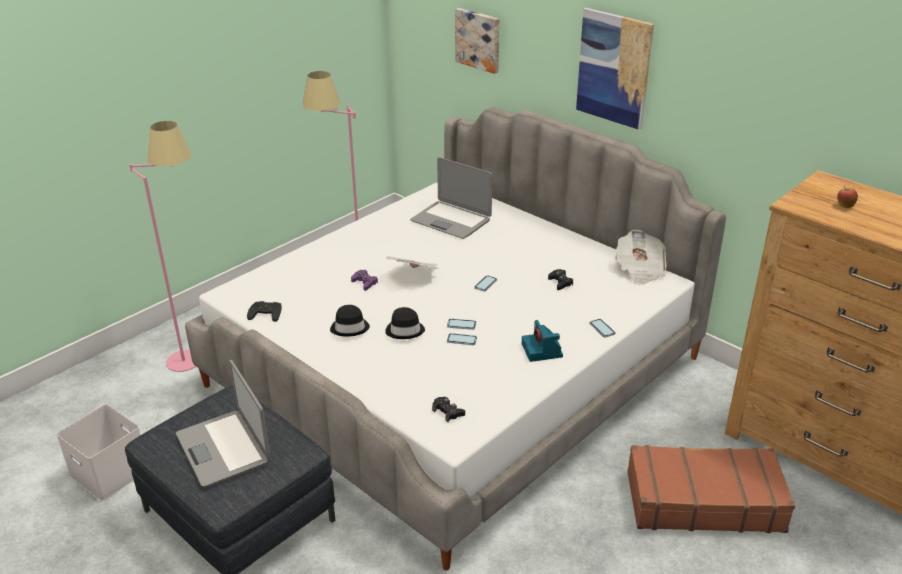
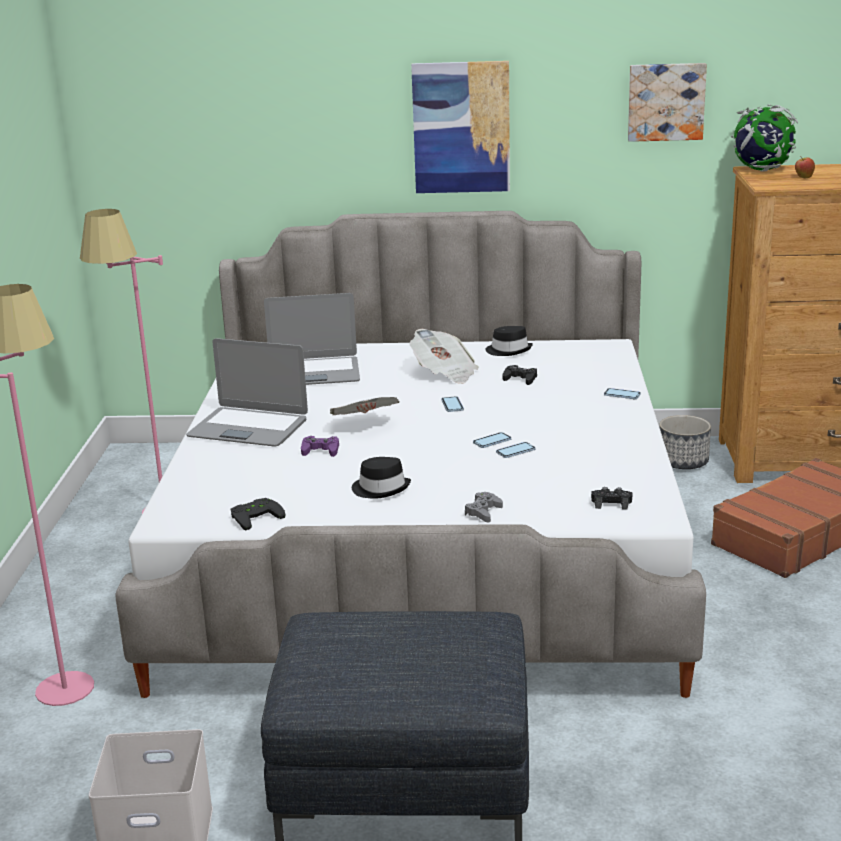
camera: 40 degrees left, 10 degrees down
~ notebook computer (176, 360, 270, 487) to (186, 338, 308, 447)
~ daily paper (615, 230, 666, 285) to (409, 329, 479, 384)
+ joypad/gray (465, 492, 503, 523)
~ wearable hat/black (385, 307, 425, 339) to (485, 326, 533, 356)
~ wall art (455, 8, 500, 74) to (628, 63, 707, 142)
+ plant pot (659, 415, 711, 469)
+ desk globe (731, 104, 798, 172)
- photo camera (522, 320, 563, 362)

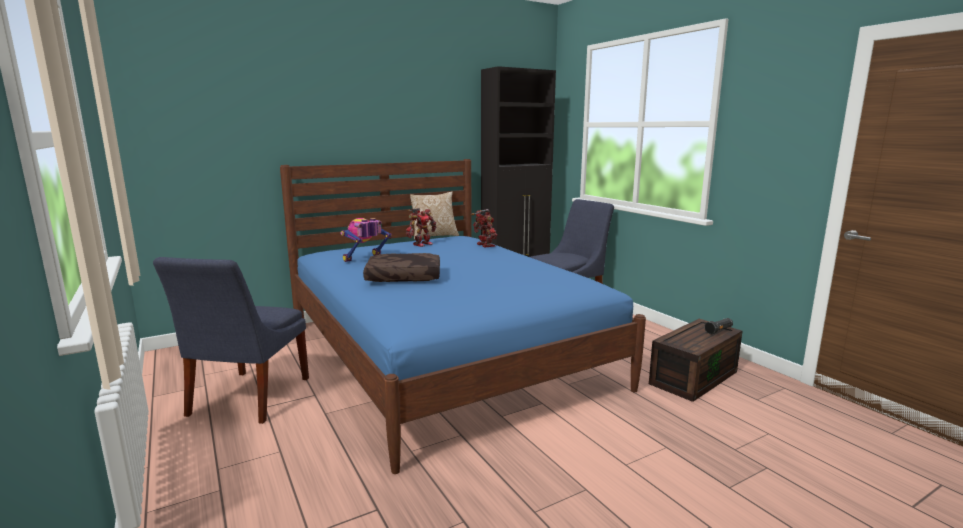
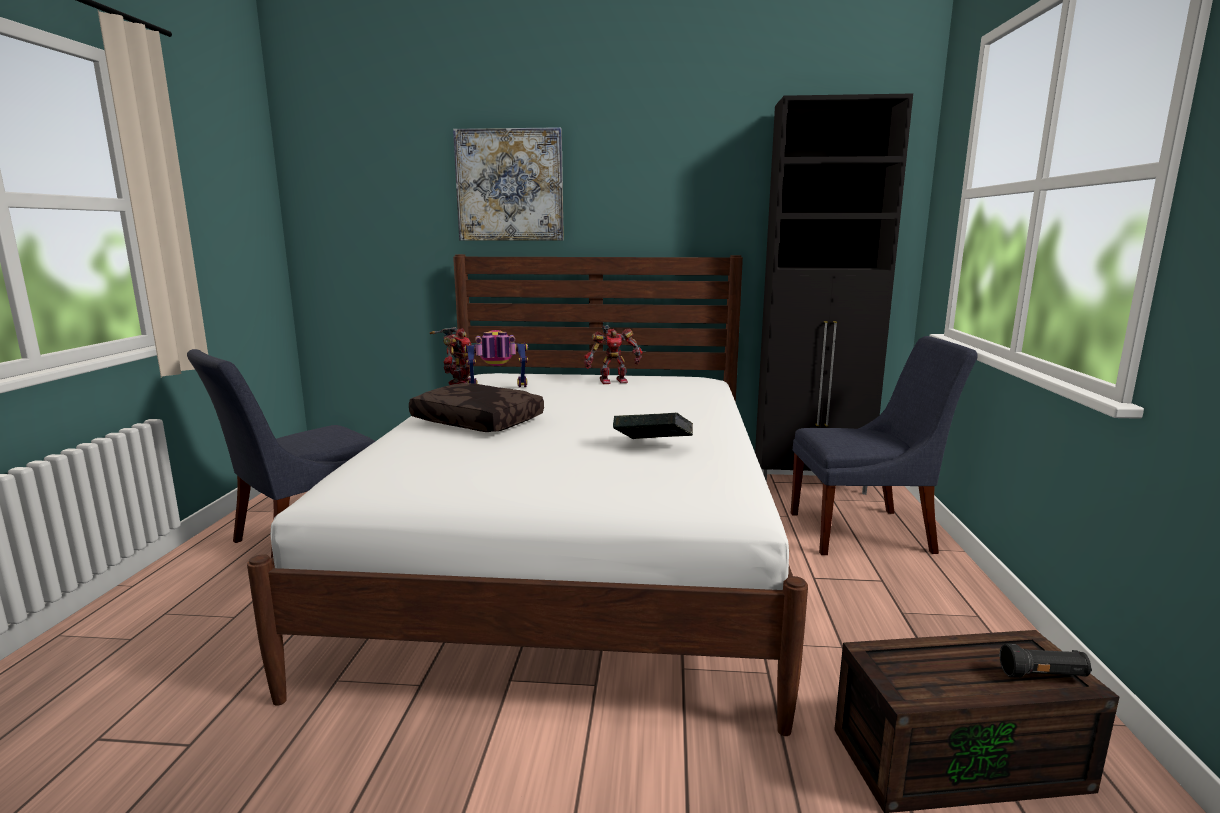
camera: 35 degrees right, 0 degrees up
~ sleeping bed/blue (280, 159, 646, 474) to sleeping bed/whitish (247, 254, 808, 736)
~ robot figure (471, 209, 497, 247) to (430, 327, 471, 385)
+ wall art (453, 127, 564, 240)
+ volume (613, 413, 693, 439)
- cushion (410, 191, 459, 240)

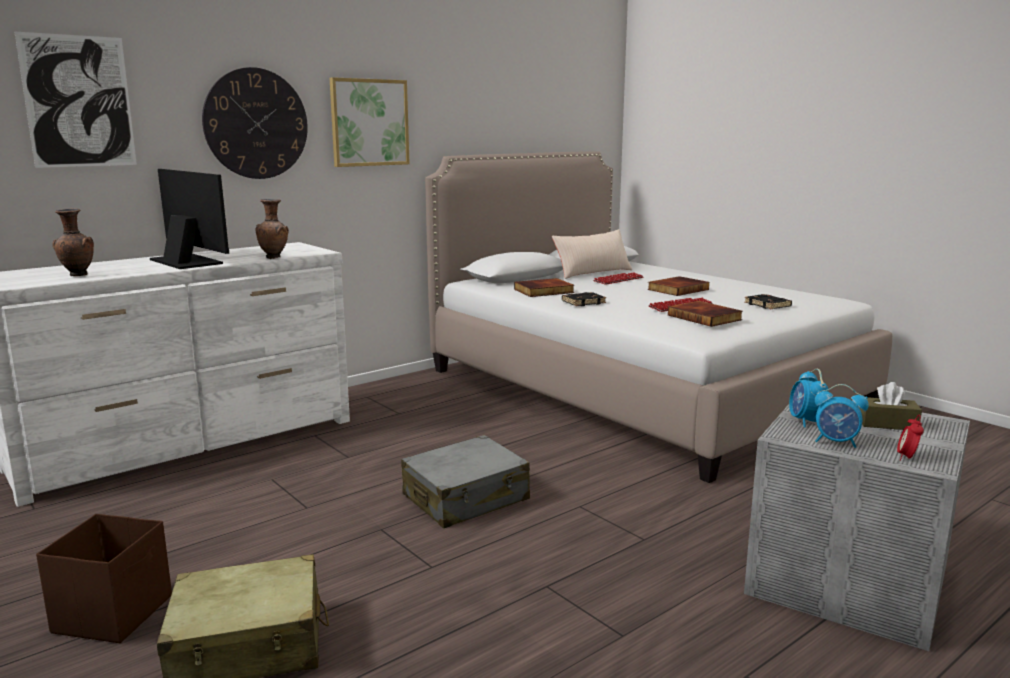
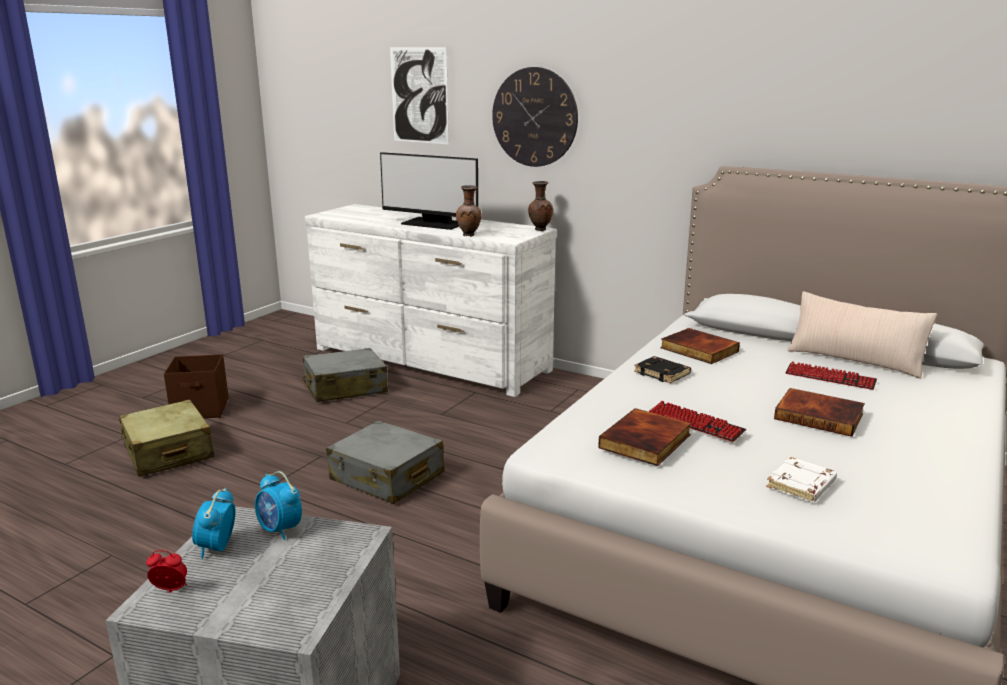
camera: 70 degrees right, 5 degrees up
~ alarm clock (789, 369, 828, 427) = (255, 471, 302, 540) 120 degrees counterclockwise
+ travel case/gray (302, 348, 388, 402)
~ computer display (150, 169, 229, 269) = (380, 152, 478, 230) 90 degrees clockwise
~ flower vase/brown (53, 209, 94, 276) to (528, 181, 553, 231)
~ volume/black (744, 294, 792, 309) to volume/whitish (766, 457, 837, 502)
- wall art (329, 77, 410, 167)
- tissue holder/brown (859, 382, 922, 430)

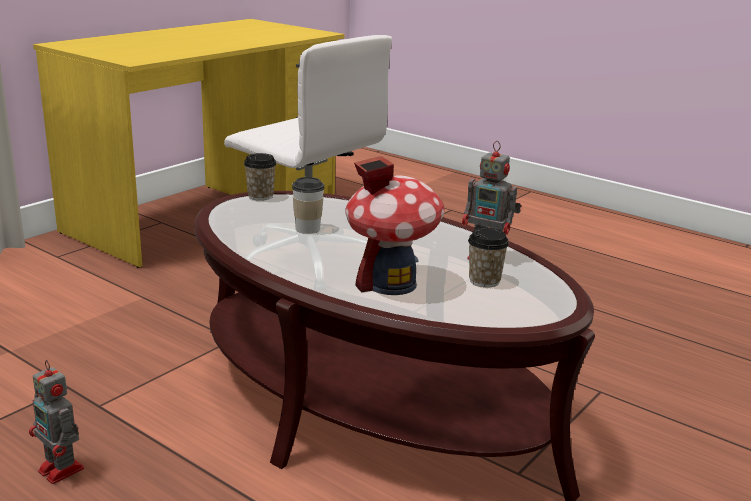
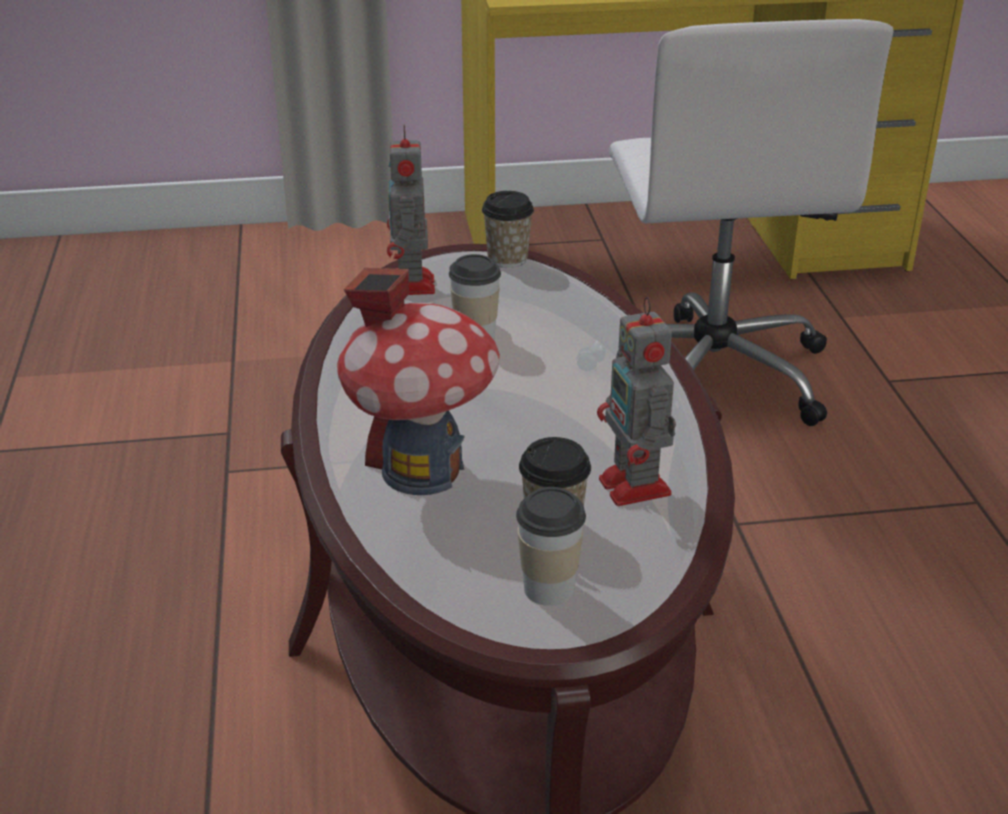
camera: 45 degrees right, 10 degrees up
~ robot figure (29, 360, 84, 484) to (387, 124, 435, 295)
+ cup (516, 487, 586, 606)

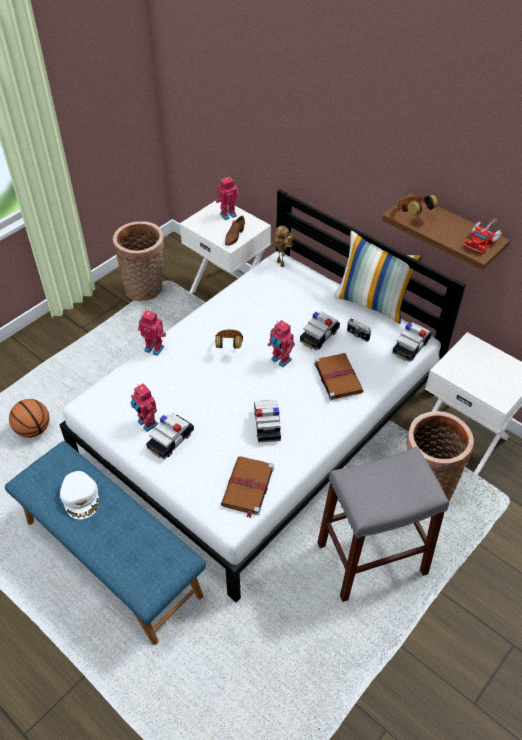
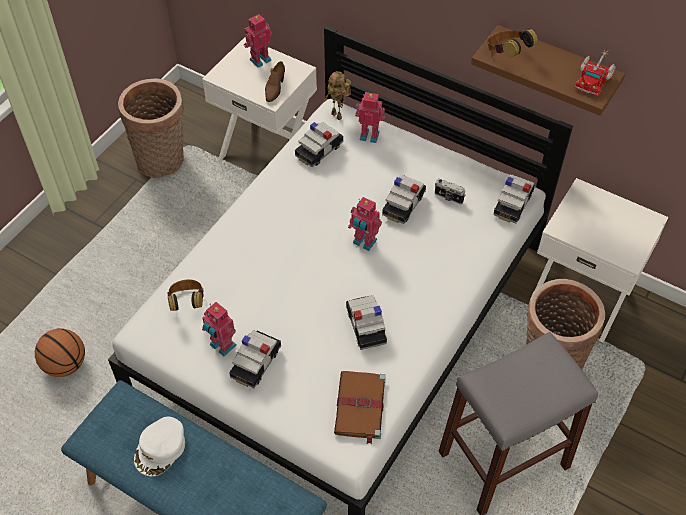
camera: 10 degrees left, 5 degrees up
~ baseball cap/whitish (60, 471, 99, 519) = (134, 417, 185, 476) 60 degrees clockwise
~ headphones (215, 329, 243, 349) to (167, 279, 204, 311)
+ toy car (295, 122, 343, 167)
~ robot figure (138, 310, 166, 356) to (355, 92, 385, 143)
- volume/brown (314, 353, 363, 400)
- cushion (334, 230, 422, 324)

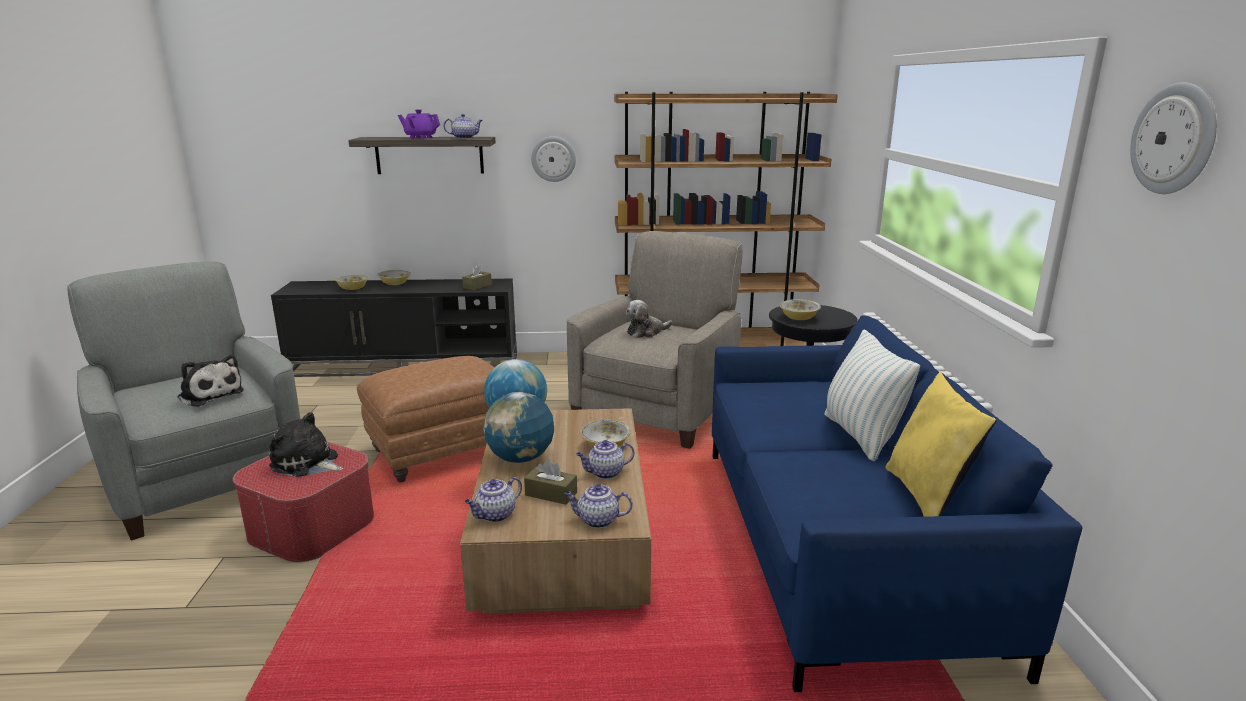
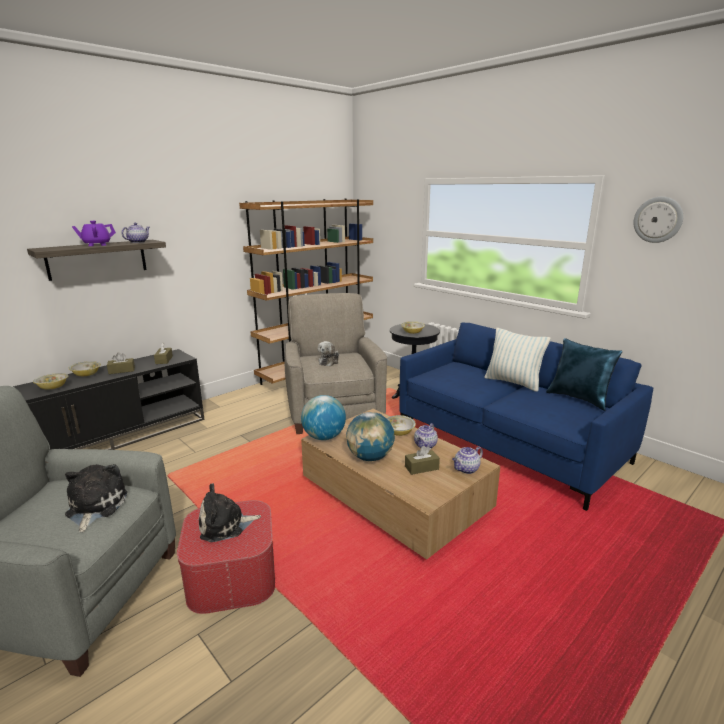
camera: 40 degrees left, 0 degrees up
~ cuddly toy (177, 355, 244, 407) = (65, 464, 127, 532) 90 degrees counterclockwise
+ tissue holder/brown (107, 352, 135, 374)
~ cushion/yellow (885, 372, 996, 517) to cushion/blue (546, 338, 622, 411)
- footrest/brown (356, 356, 494, 482)
- tea pot (465, 477, 522, 522)
- clock on the wall (531, 136, 576, 182)

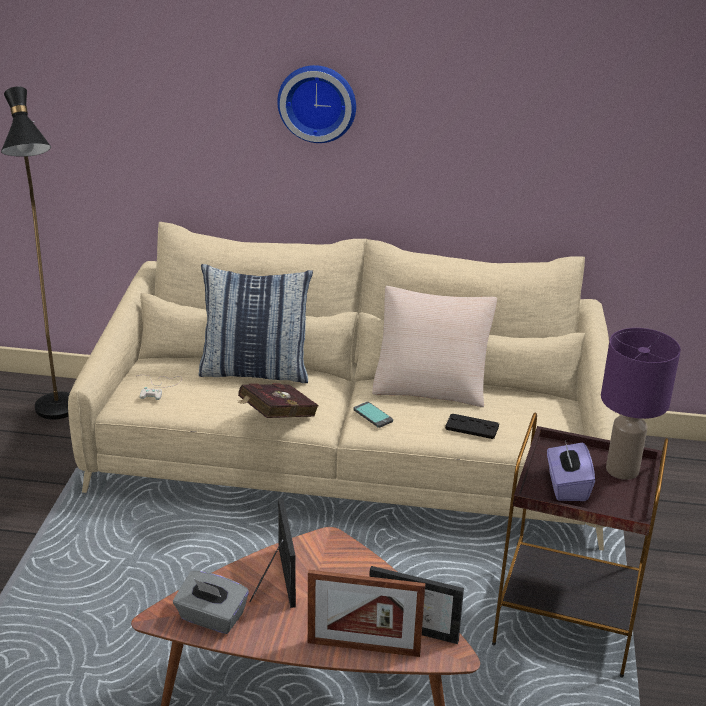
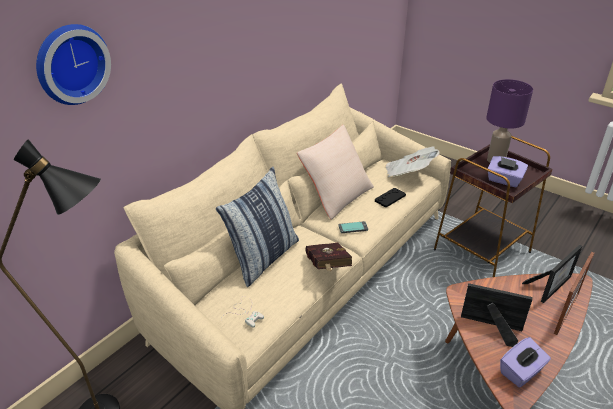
camera: 60 degrees left, 5 degrees up
~ clock on the wall (277, 65, 356, 143) to (36, 24, 111, 105)
+ daily paper (386, 147, 439, 177)
~ tissue holder/gray (173, 571, 249, 634) to tissue holder/purple (500, 337, 551, 387)

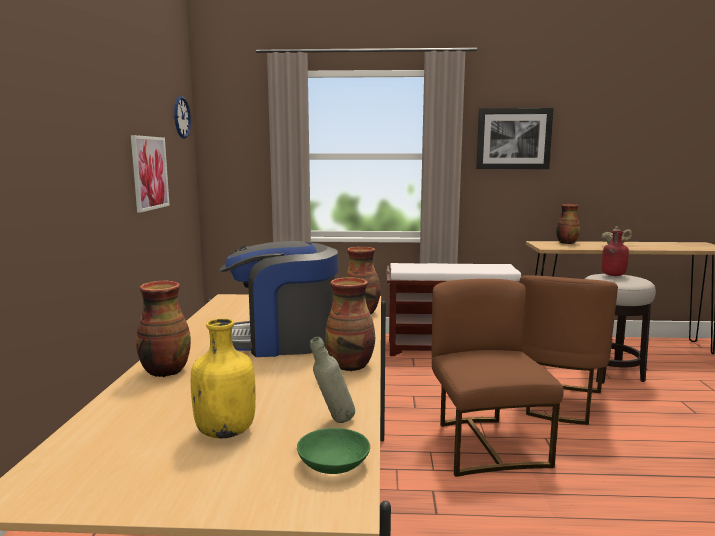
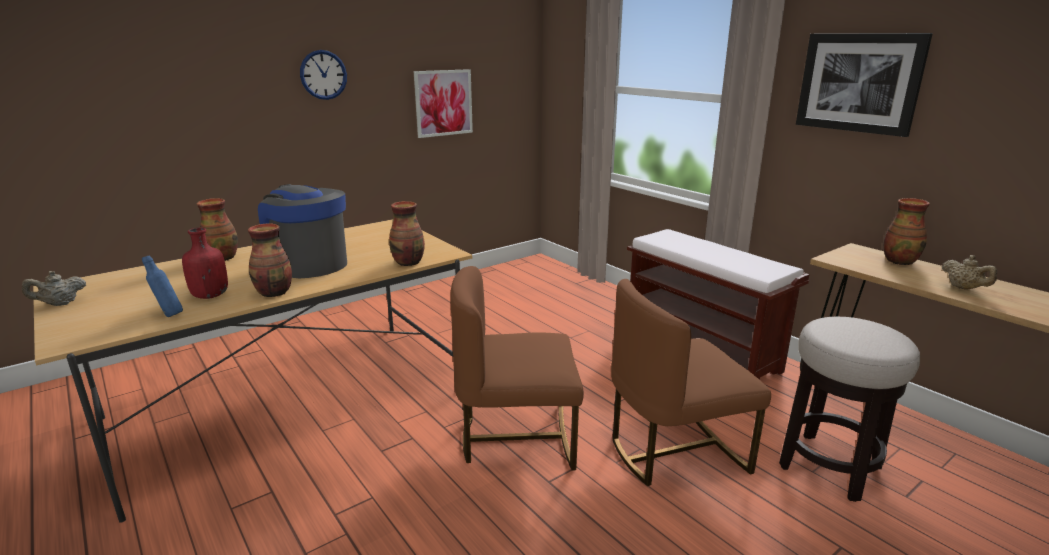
camera: 50 degrees right, 10 degrees up
+ tea pot/sand-coloured (22, 271, 86, 306)
~ beverage bottle/gray (310, 337, 355, 423) to beverage bottle/blue (142, 255, 183, 317)
~ beverage bottle/reddish (602, 231, 629, 276) to (182, 227, 228, 299)
~ clock on the wall (174, 96, 191, 139) to (300, 50, 347, 100)
~ plain chair/brown (432, 279, 564, 477) = (450, 266, 584, 471) 135 degrees counterclockwise
- beverage bottle/yellow (191, 318, 256, 438)
- bowl/green-coloured (297, 428, 370, 474)

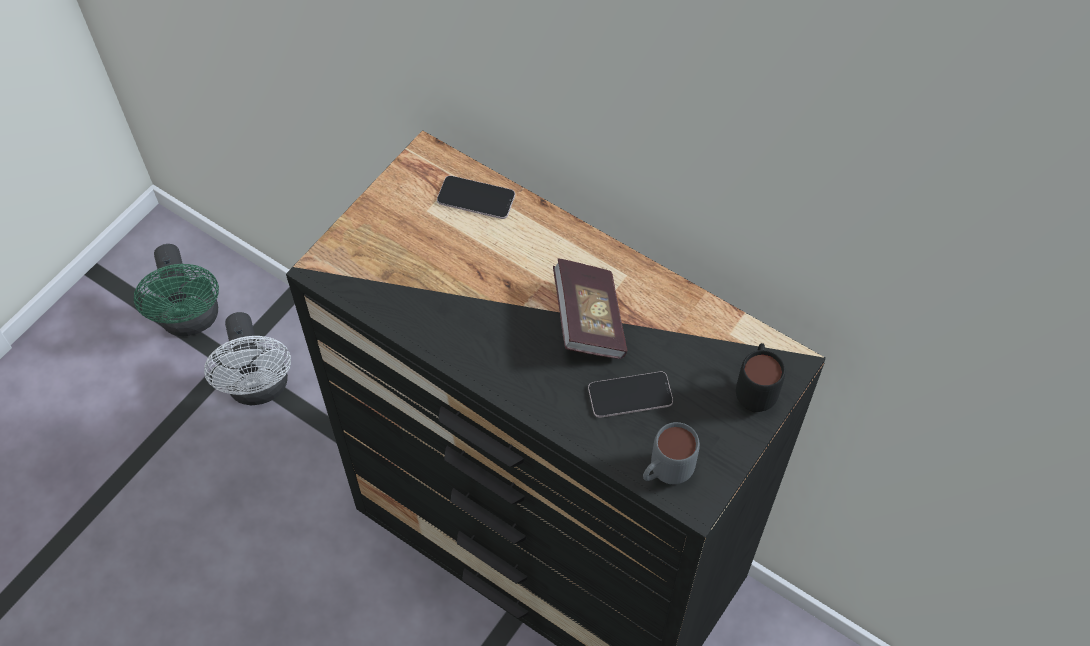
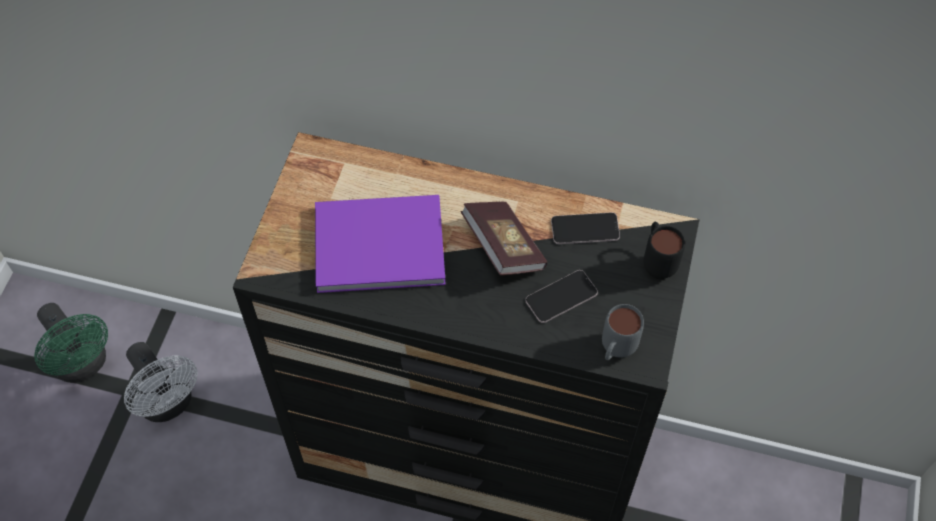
camera: 20 degrees left, 0 degrees up
+ volume/purple (315, 195, 446, 293)
~ telephone (437, 175, 515, 219) to (551, 212, 620, 244)

